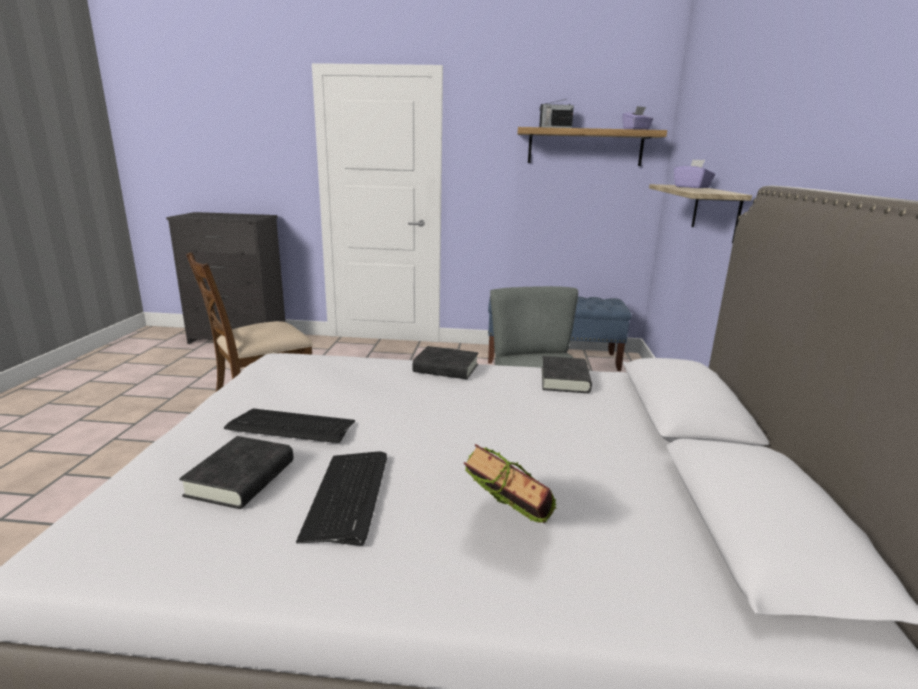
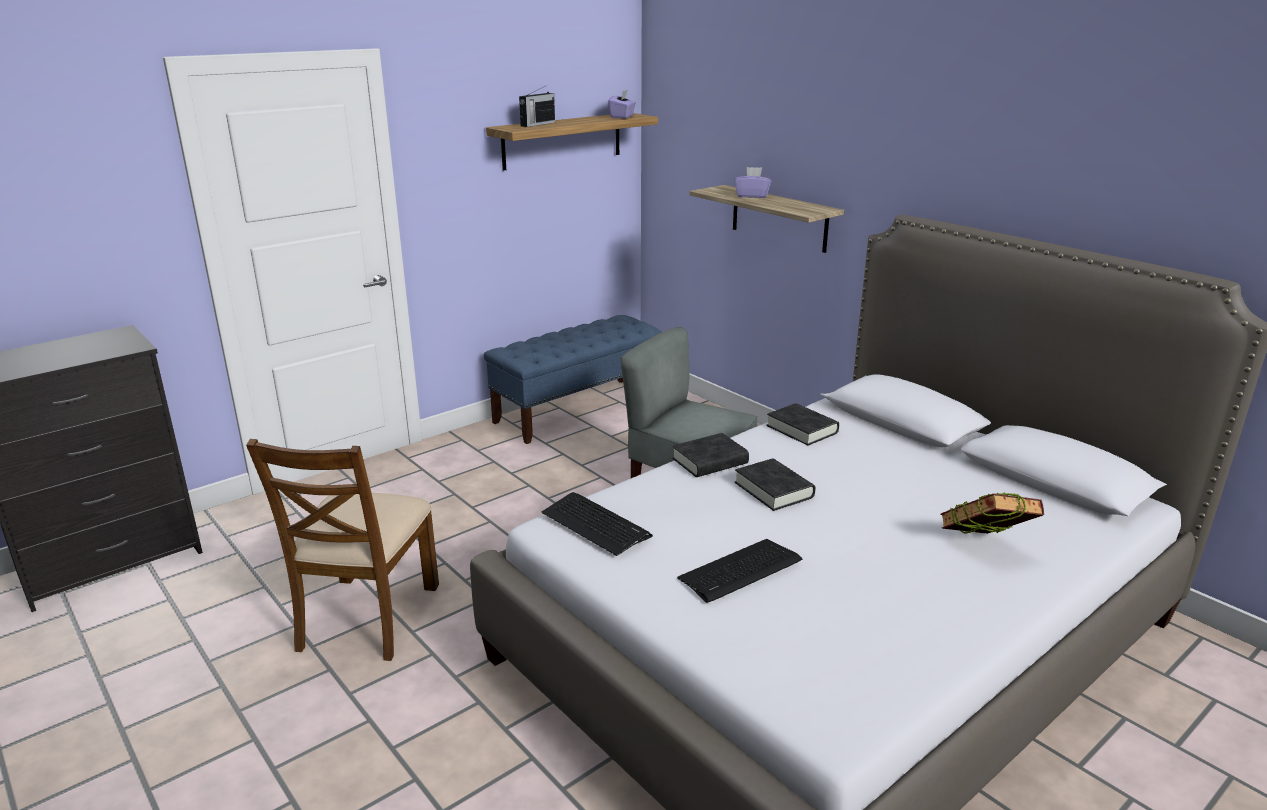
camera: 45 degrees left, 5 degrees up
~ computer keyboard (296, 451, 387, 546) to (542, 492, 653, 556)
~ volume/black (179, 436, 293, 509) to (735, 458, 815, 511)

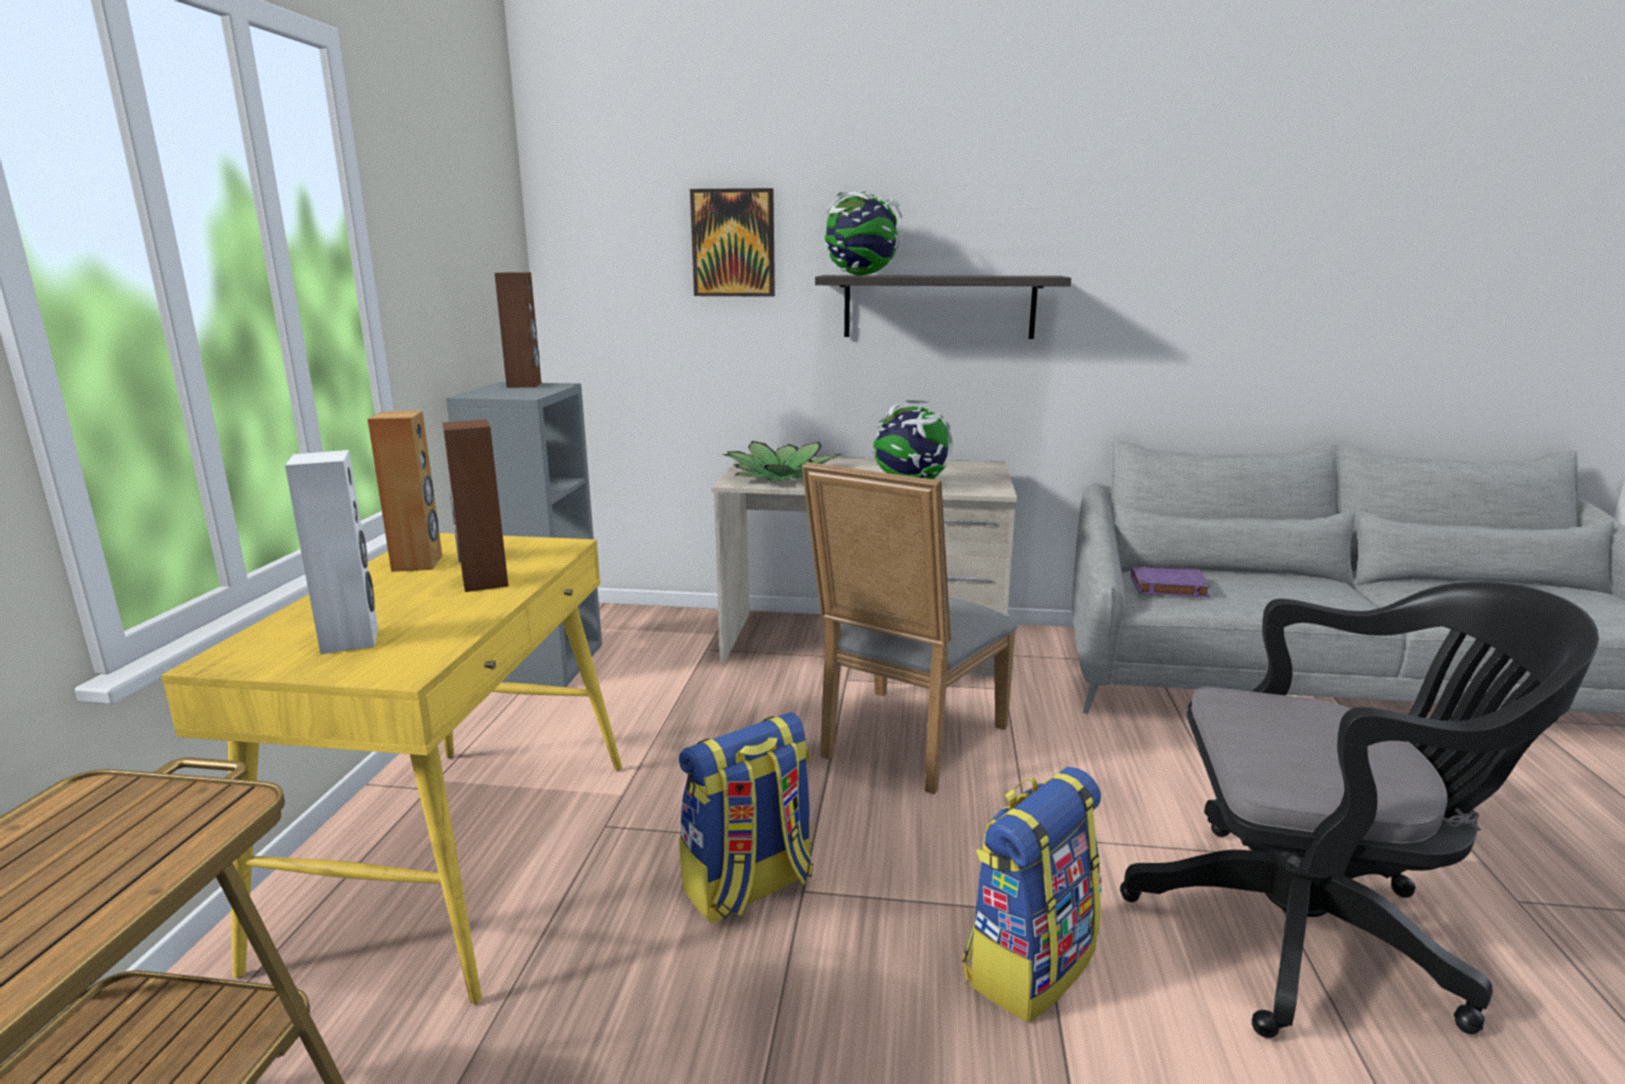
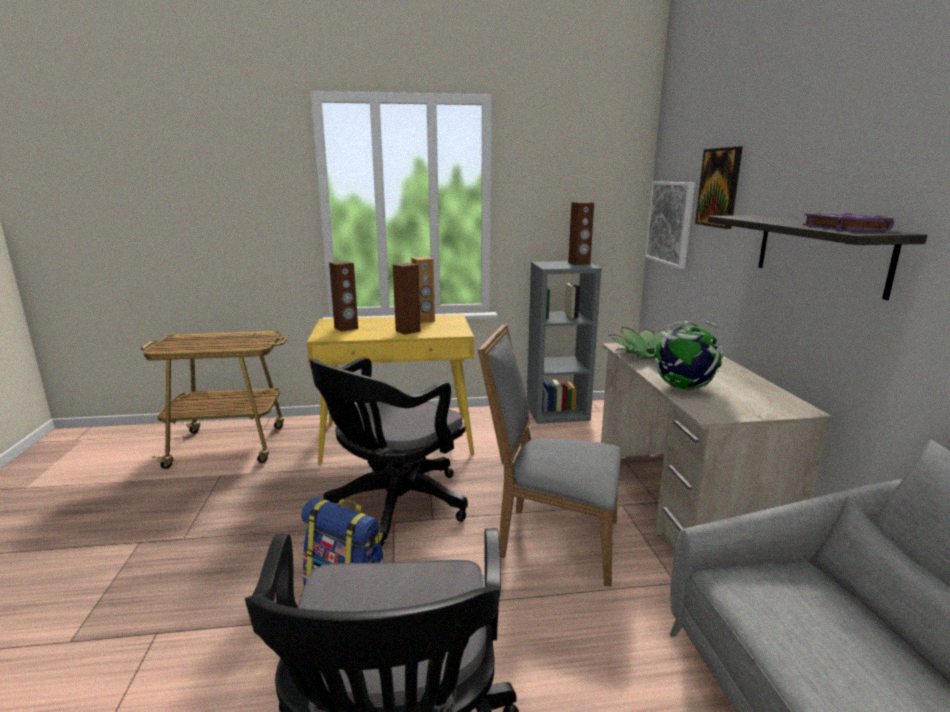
camera: 75 degrees right, 0 degrees up
~ knapsack (679, 712, 813, 924) to computer chair/black (309, 357, 468, 546)
~ audio speaker/whitish (285, 450, 378, 654) to audio speaker/brown (329, 261, 358, 332)
+ wall art (645, 181, 695, 269)
~ volume/purple (1131, 567, 1211, 598) to (803, 213, 894, 231)
- desk globe (823, 191, 904, 275)

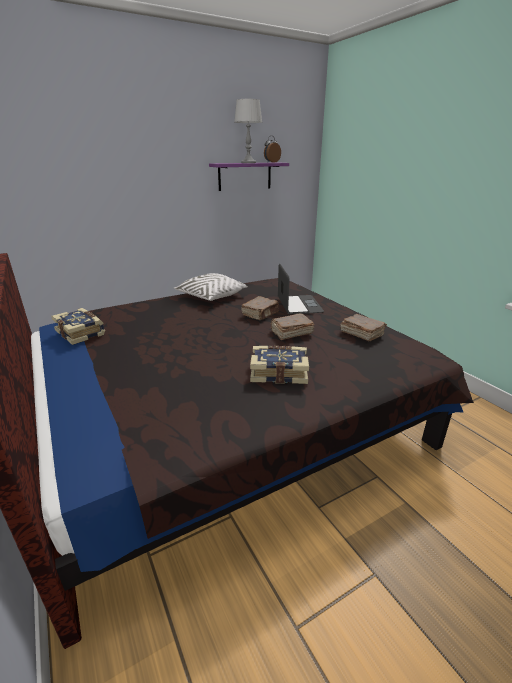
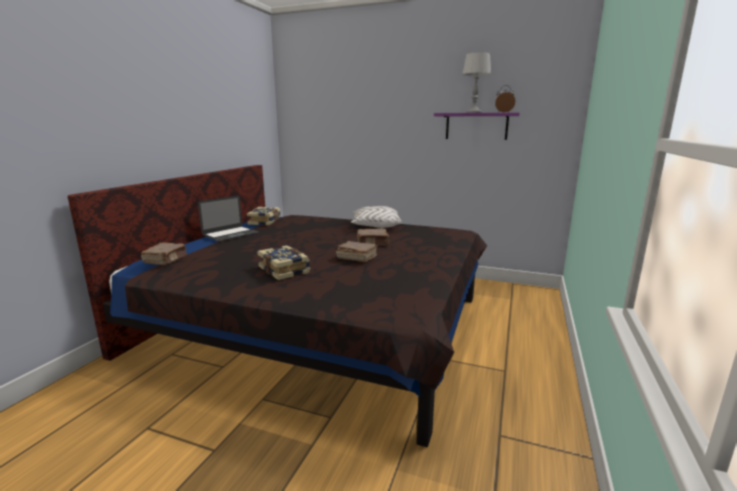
camera: 50 degrees right, 10 degrees down
~ volume/brown (340, 314, 387, 341) to (141, 242, 187, 265)
~ notebook computer (278, 264, 324, 314) to (198, 196, 259, 242)

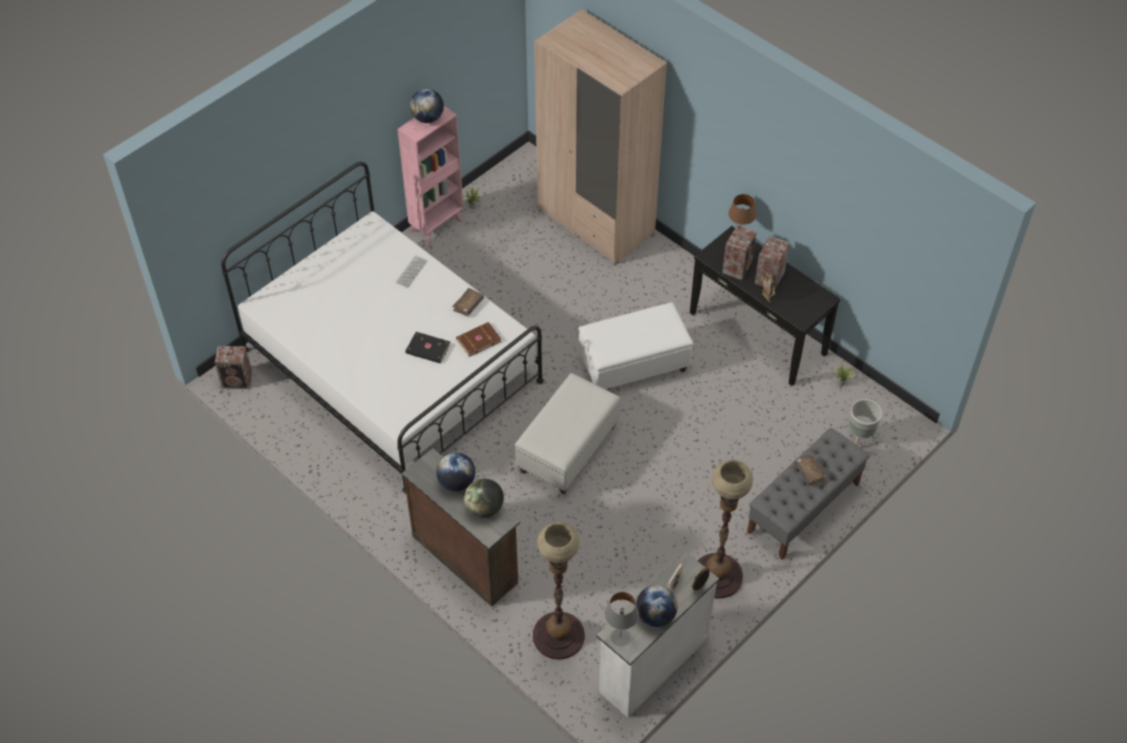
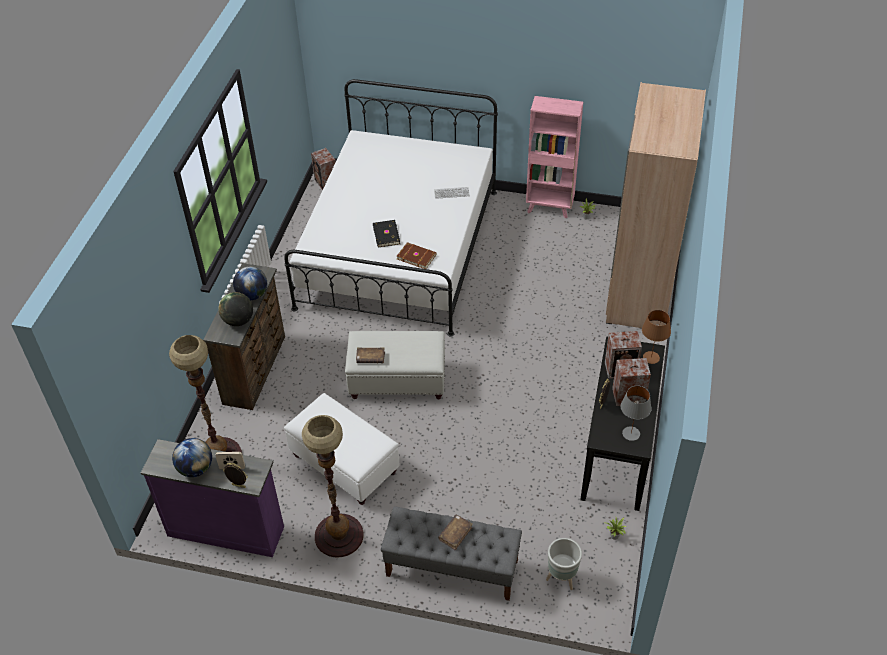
camera: 60 degrees right, 5 degrees down
~ drawer chest/whitish (596, 551, 719, 718) to drawer chest/purple (141, 439, 284, 557)
~ footrest/whitish (579, 302, 693, 389) to (284, 393, 399, 505)
~ volume/brown (452, 288, 484, 316) to (356, 347, 385, 363)
~ table lamp/gray (605, 592, 639, 646) to (621, 386, 652, 441)
- desk globe (410, 89, 444, 123)

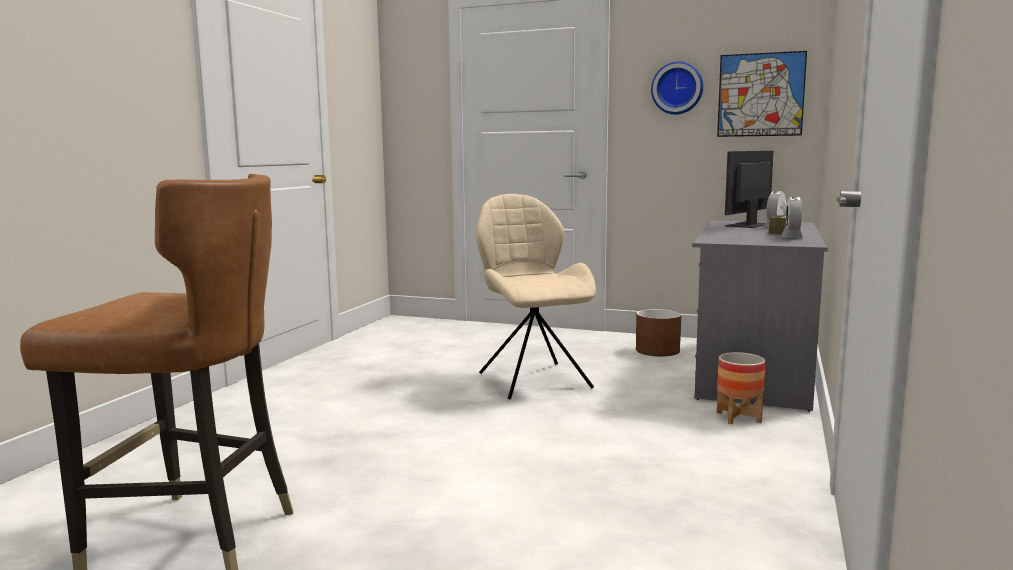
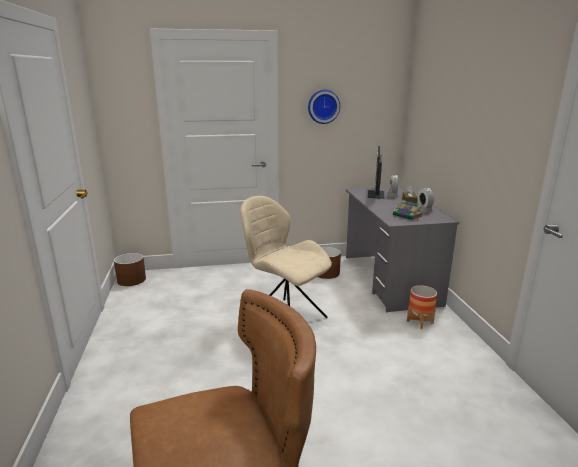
camera: 30 degrees left, 10 degrees up
+ plant pot/brown (114, 253, 146, 286)
+ volume (393, 200, 423, 220)
- wall art (717, 51, 807, 137)

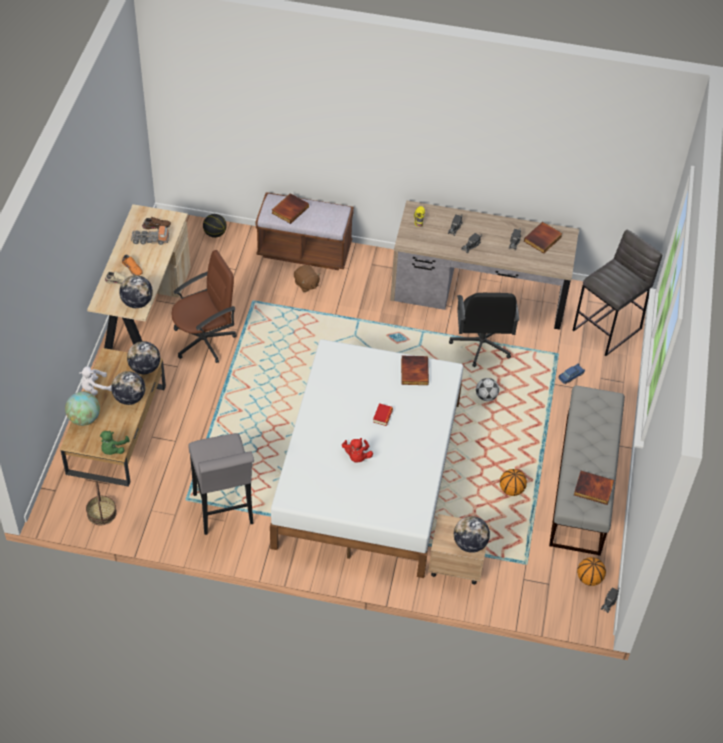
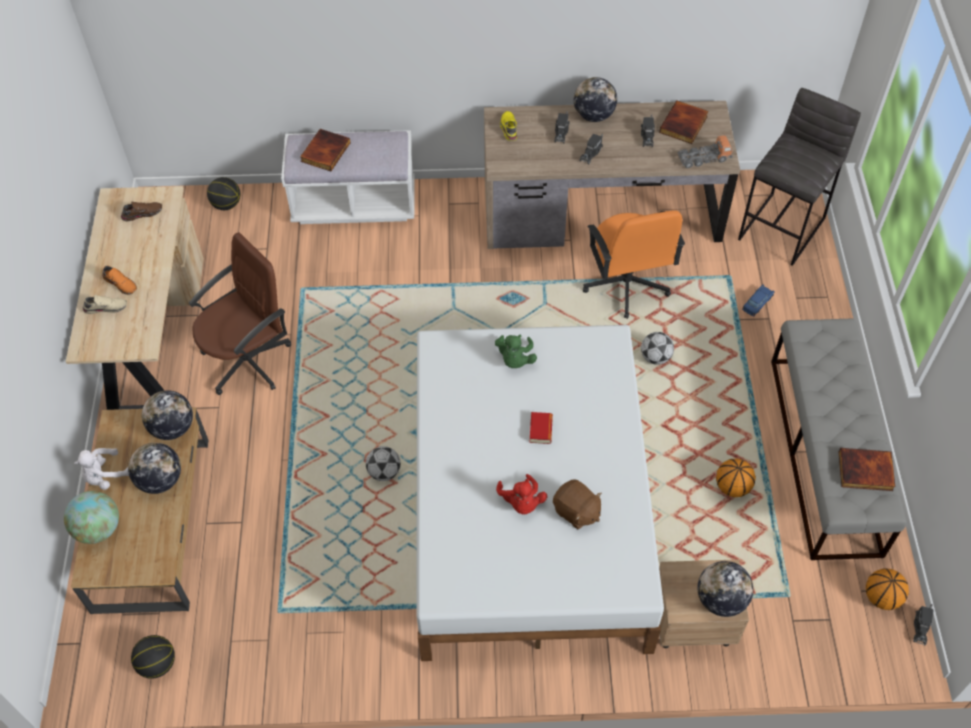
camera: 10 degrees left, 5 degrees up
~ storage basket (86, 481, 117, 525) to ball for basketball (131, 635, 175, 679)
~ indoor bench/brown (256, 192, 354, 270) to indoor bench/whitish (281, 130, 415, 224)
+ ball for football (366, 446, 401, 481)
~ cuddly toy/green-coloured (100, 431, 129, 455) to (495, 335, 537, 368)
~ cuddly toy/brown (294, 265, 320, 292) to (553, 479, 602, 530)
~ desk globe (119, 275, 153, 308) to (574, 77, 617, 122)
~ computer chair/black (449, 292, 519, 367) to computer chair/orangey (583, 210, 685, 319)
~ model truck (131, 226, 169, 245) to (677, 135, 733, 168)
- sitting stool/gray (188, 433, 254, 535)
- volume (401, 356, 429, 385)

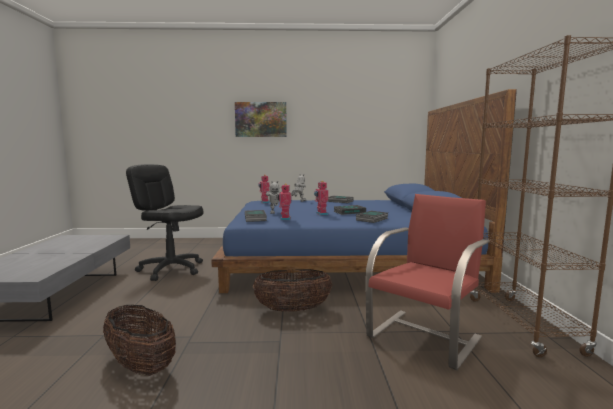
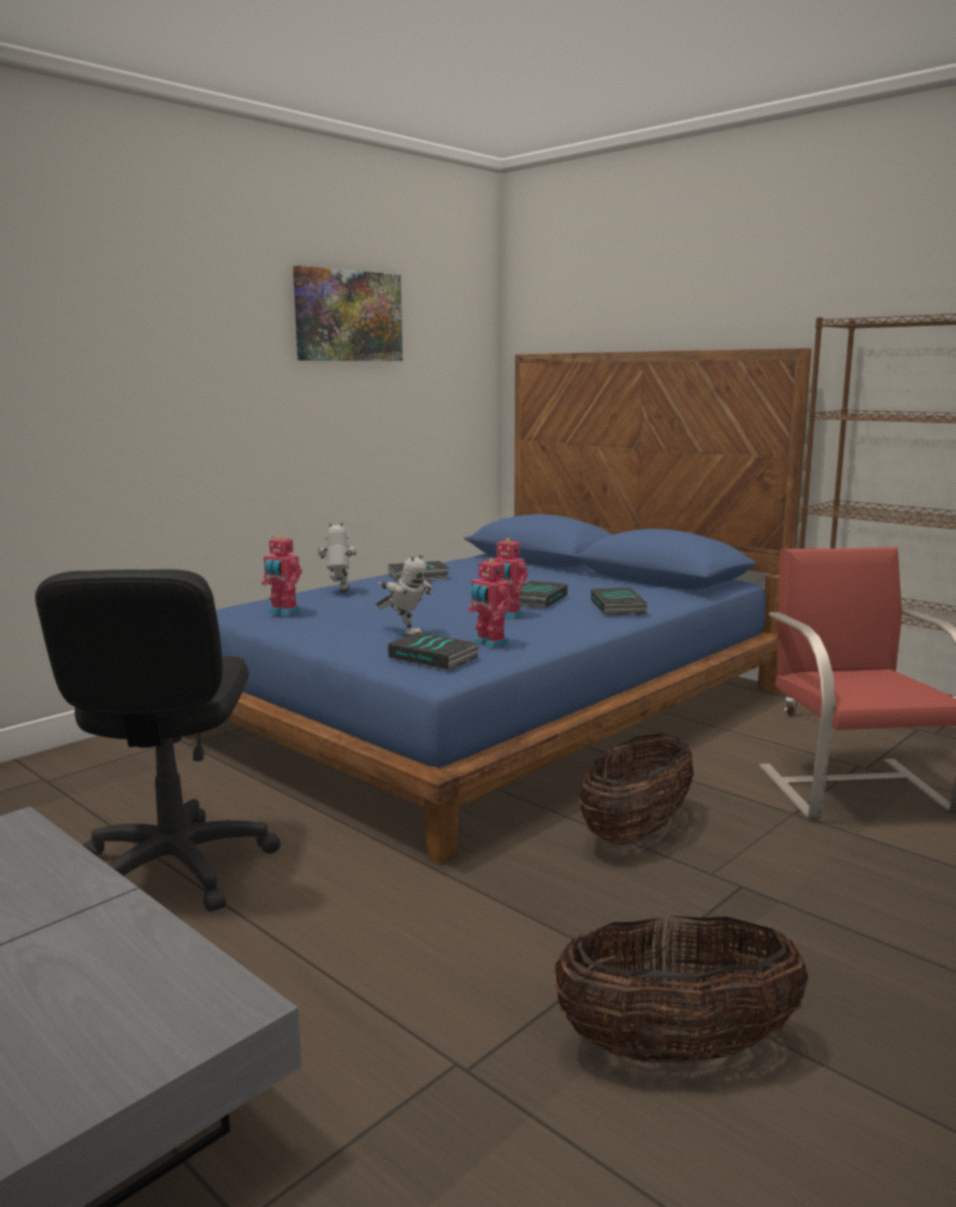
camera: 45 degrees left, 5 degrees up
~ computer chair/black (126, 164, 204, 281) = (35, 569, 281, 912) 75 degrees counterclockwise
~ wall art (235, 102, 287, 137) to (293, 265, 403, 361)

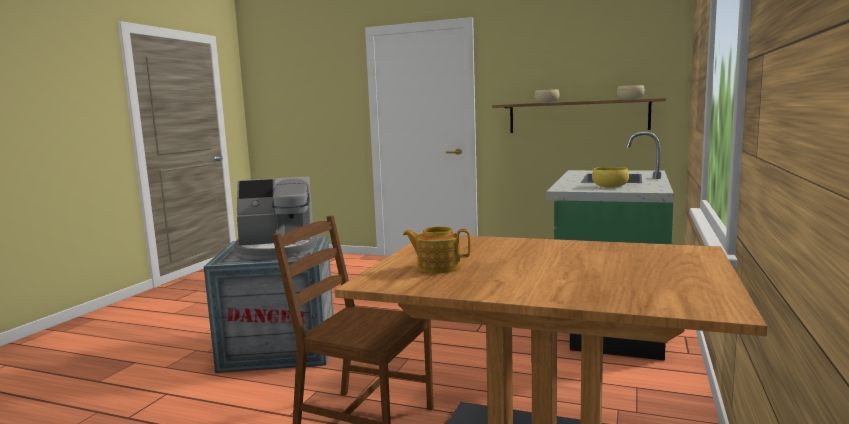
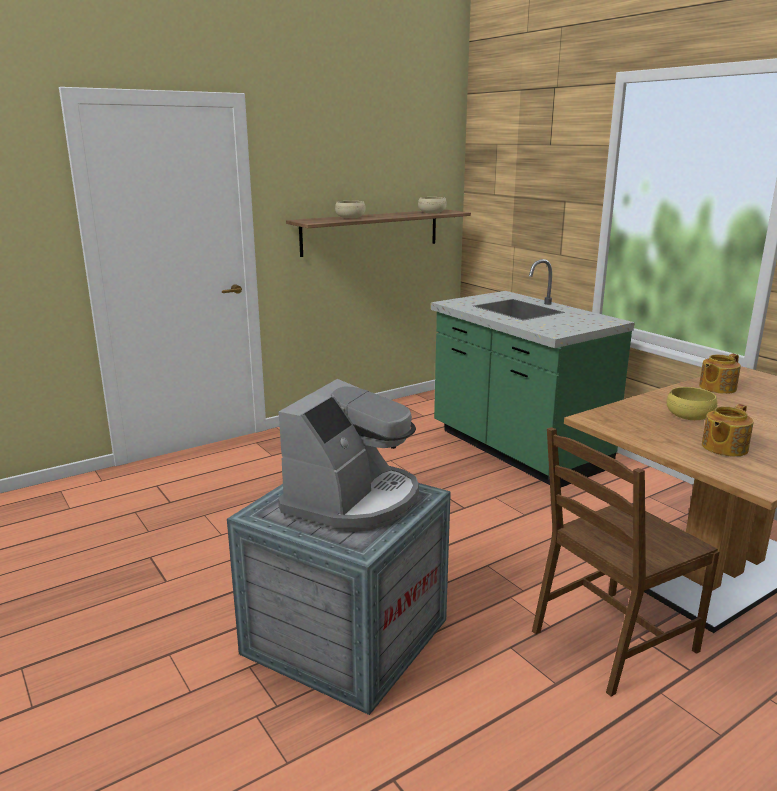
camera: 55 degrees left, 10 degrees up
~ bowl/yellow (592, 167, 629, 188) to (667, 387, 717, 420)
+ tea pot (699, 354, 741, 394)

